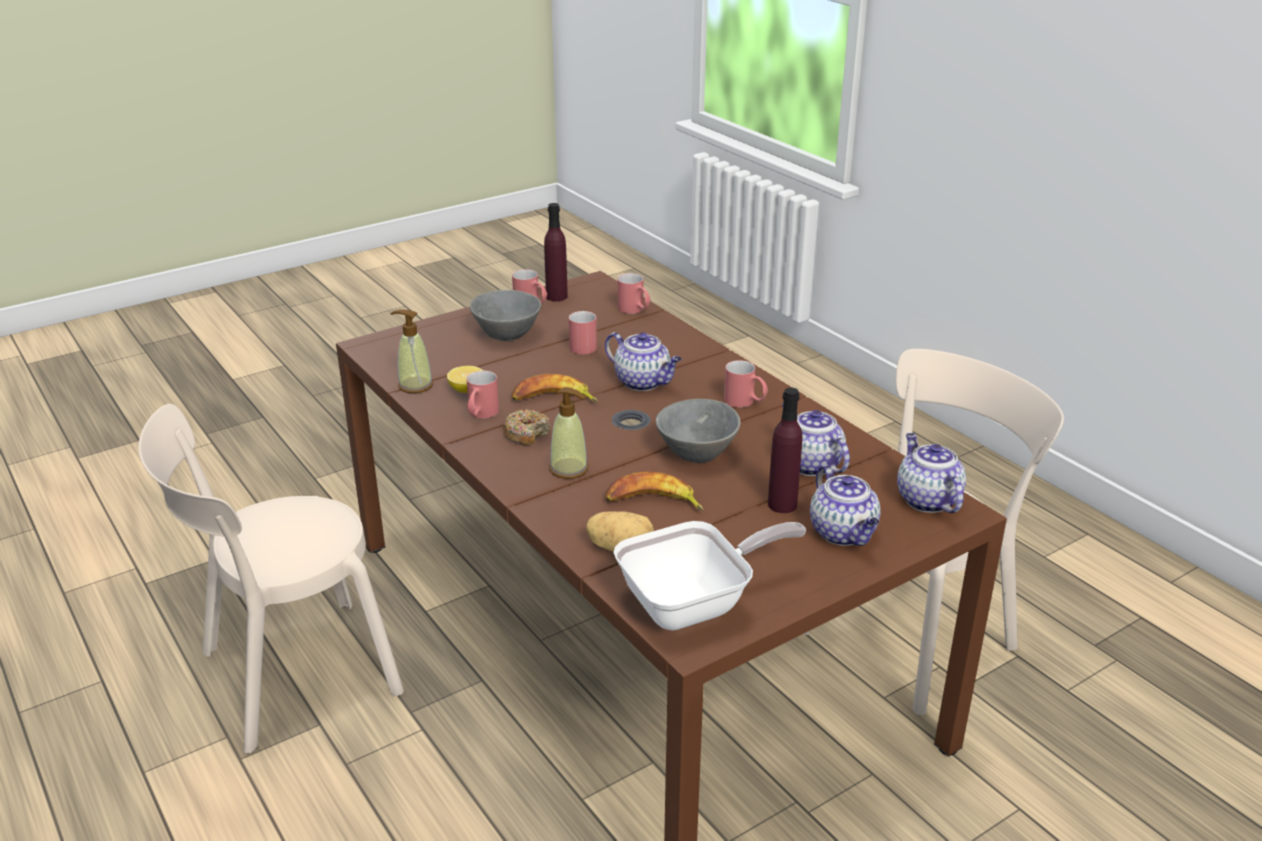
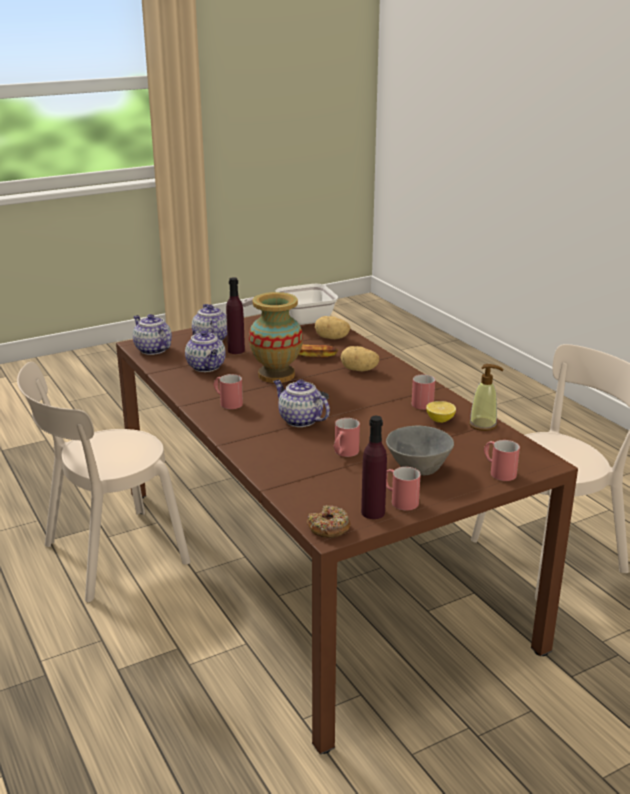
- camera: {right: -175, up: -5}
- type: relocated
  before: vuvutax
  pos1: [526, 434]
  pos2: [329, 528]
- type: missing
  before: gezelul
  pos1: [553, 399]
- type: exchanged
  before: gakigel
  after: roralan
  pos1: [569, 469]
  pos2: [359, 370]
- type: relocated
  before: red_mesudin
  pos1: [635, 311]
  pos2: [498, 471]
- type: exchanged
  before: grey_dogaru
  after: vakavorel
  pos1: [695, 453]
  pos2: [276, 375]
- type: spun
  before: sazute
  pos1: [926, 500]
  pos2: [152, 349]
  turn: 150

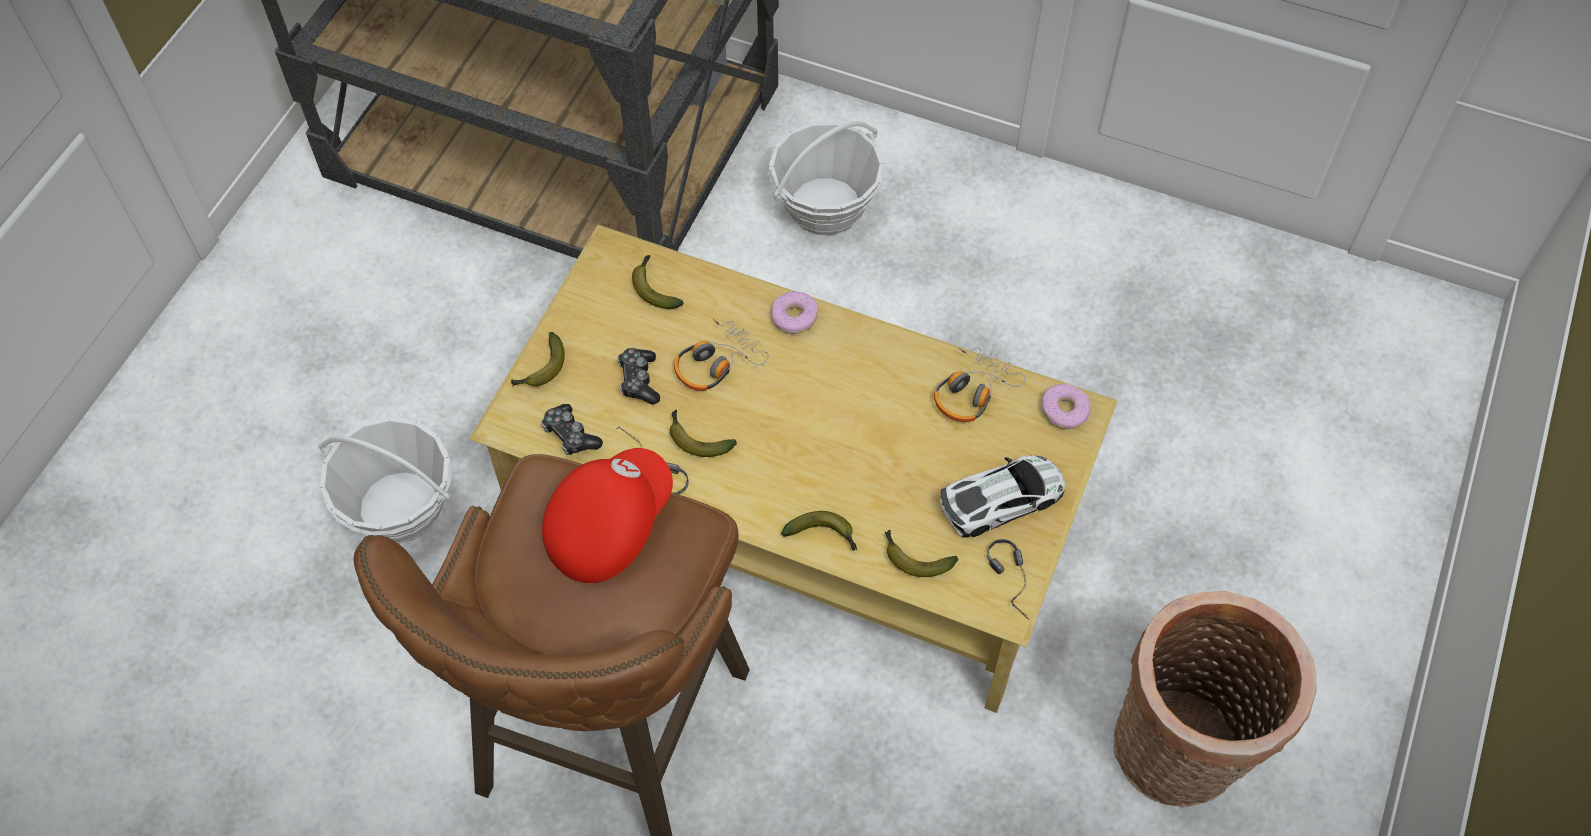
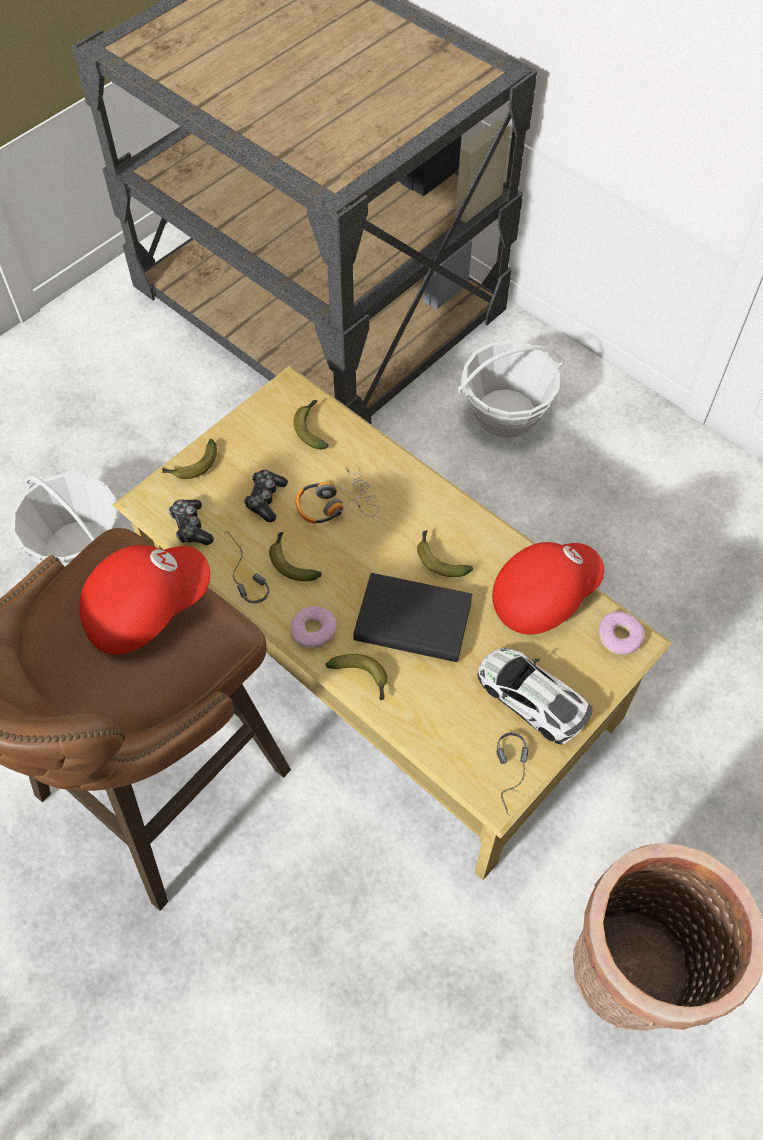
- camera: {right: 20, up: 0}
- type: relocated
  before: vuvutax
  pos1: [794, 317]
  pos2: [313, 631]
- type: relocated
  before: gezelul
  pos1: [914, 558]
  pos2: [439, 559]
- type: exchanged
  before: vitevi
  after: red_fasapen
  pos1: [972, 391]
  pos2: [543, 594]
- type: spun
  before: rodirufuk
  pos1: [1001, 499]
  pos2: [531, 697]
  turn: -135
- type: appeared
  after: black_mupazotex
  pos2: [413, 622]

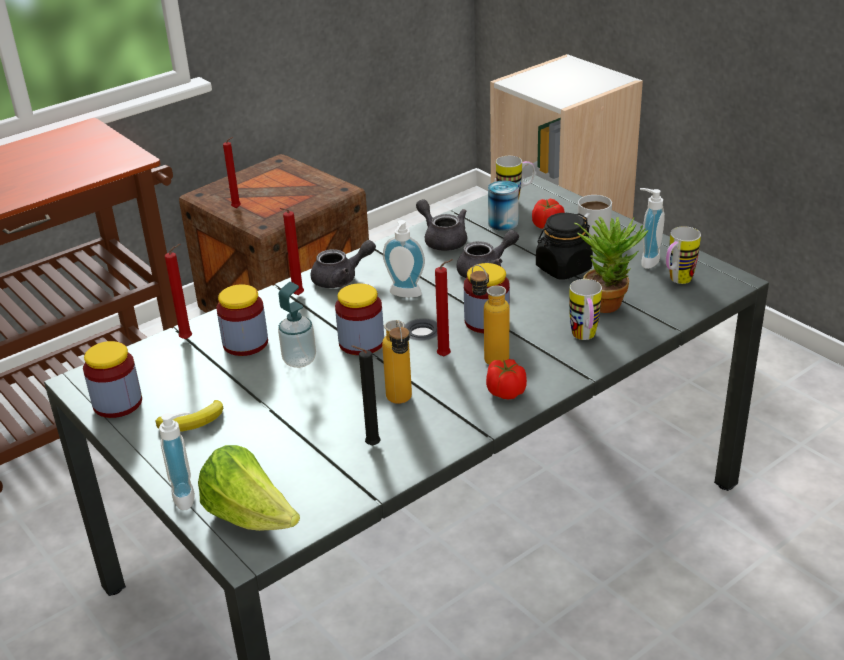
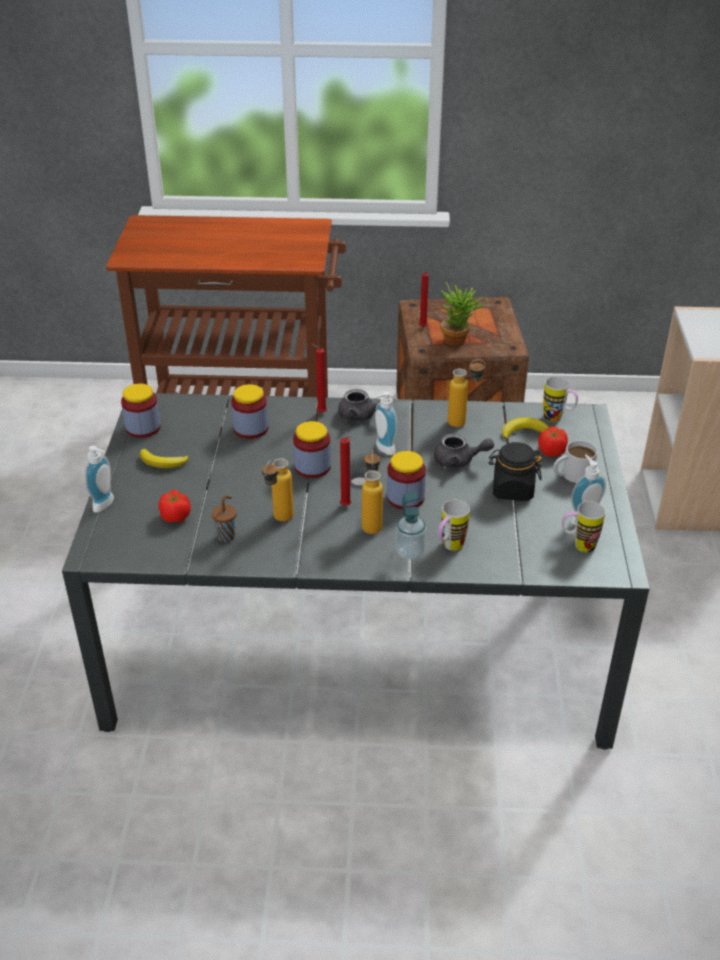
- camera: {right: 40, up: 5}
- type: missing
  before: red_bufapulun
  pos1: [188, 339]
- type: missing
  before: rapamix
  pos1: [250, 517]
- type: relocated
  before: gakigel
  pos1: [299, 360]
  pos2: [410, 552]
- type: exchanged
  before: black_bufapulun
  after: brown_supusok
  pos1: [370, 445]
  pos2: [227, 536]
- type: exchanged
  before: grey_sazute
  after: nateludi
  pos1: [442, 240]
  pos2: [464, 422]
- type: relocated
  before: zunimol
  pos1: [505, 392]
  pos2: [175, 516]
- type: exchanged
  before: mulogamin
  after: gezelul
  pos1: [503, 223]
  pos2: [523, 431]
- type: relocated
  before: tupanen
  pos1: [608, 301]
  pos2: [459, 340]

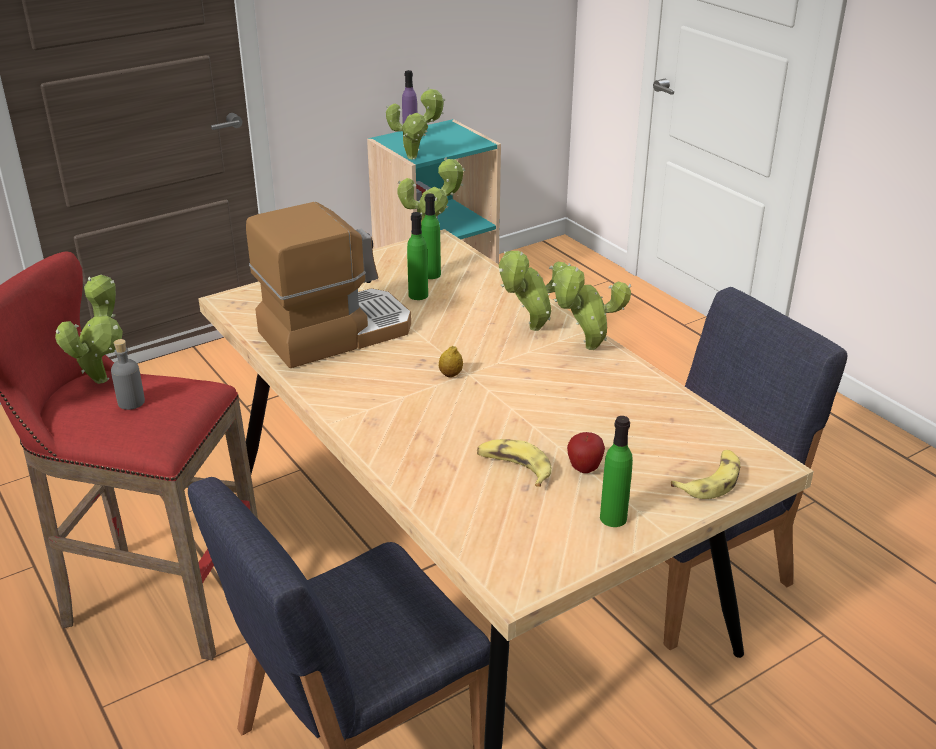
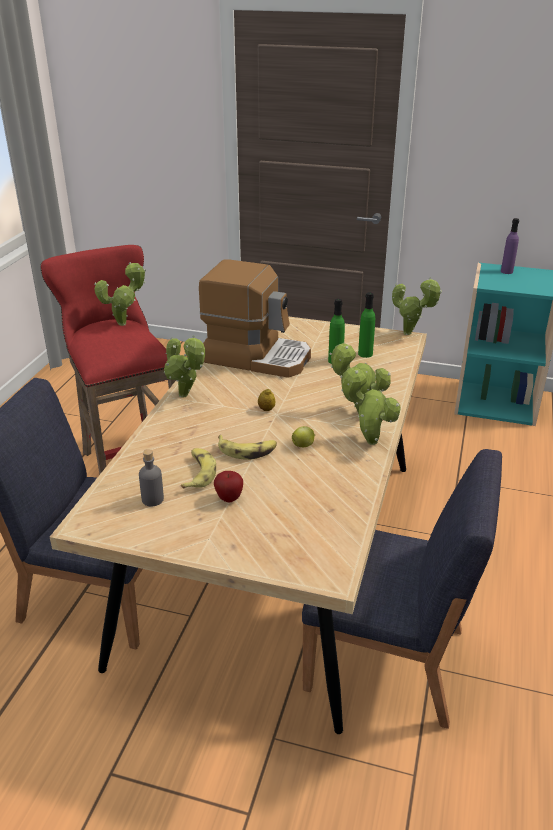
- camera: {right: 50, up: 0}
- type: relocated
  before: grey_nateludi
  pos1: [131, 402]
  pos2: [152, 499]
- type: relocated
  before: tupanen
  pos1: [415, 157]
  pos2: [185, 396]
- type: missing
  before: green_nateludi
  pos1: [613, 518]
- type: relocated
  before: gezelul
  pos1: [710, 481]
  pos2: [247, 450]
- type: appeared
  after: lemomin
  pos2: [303, 445]

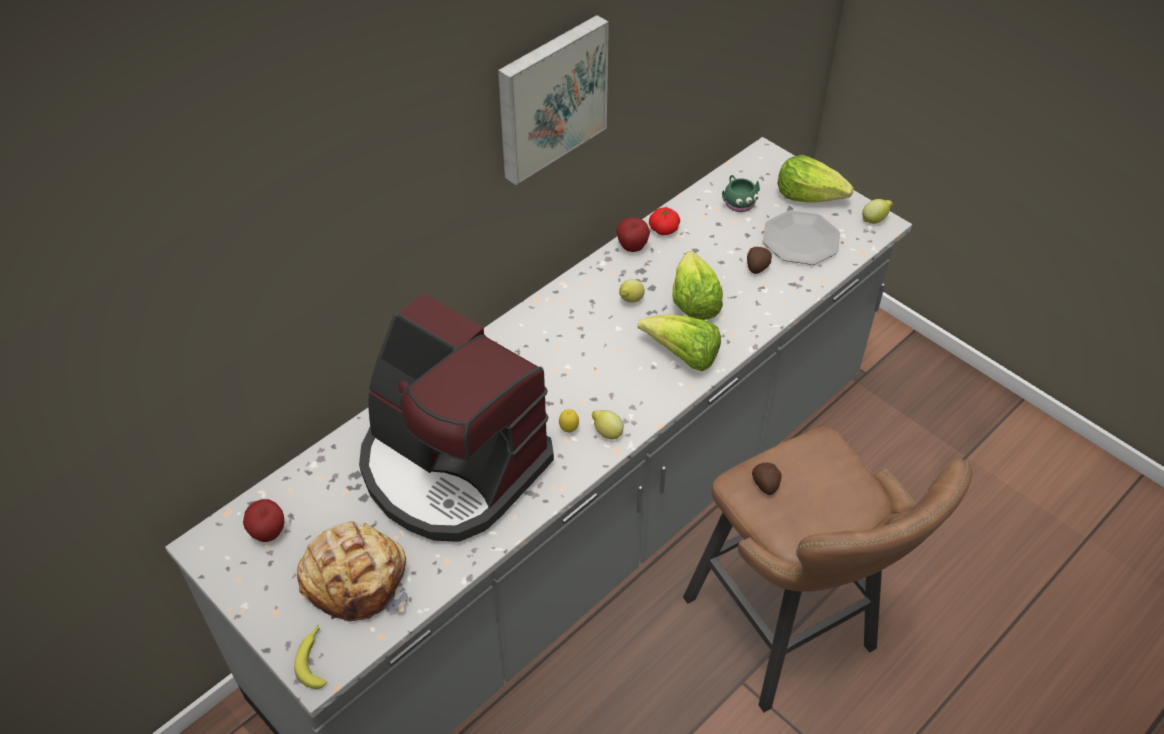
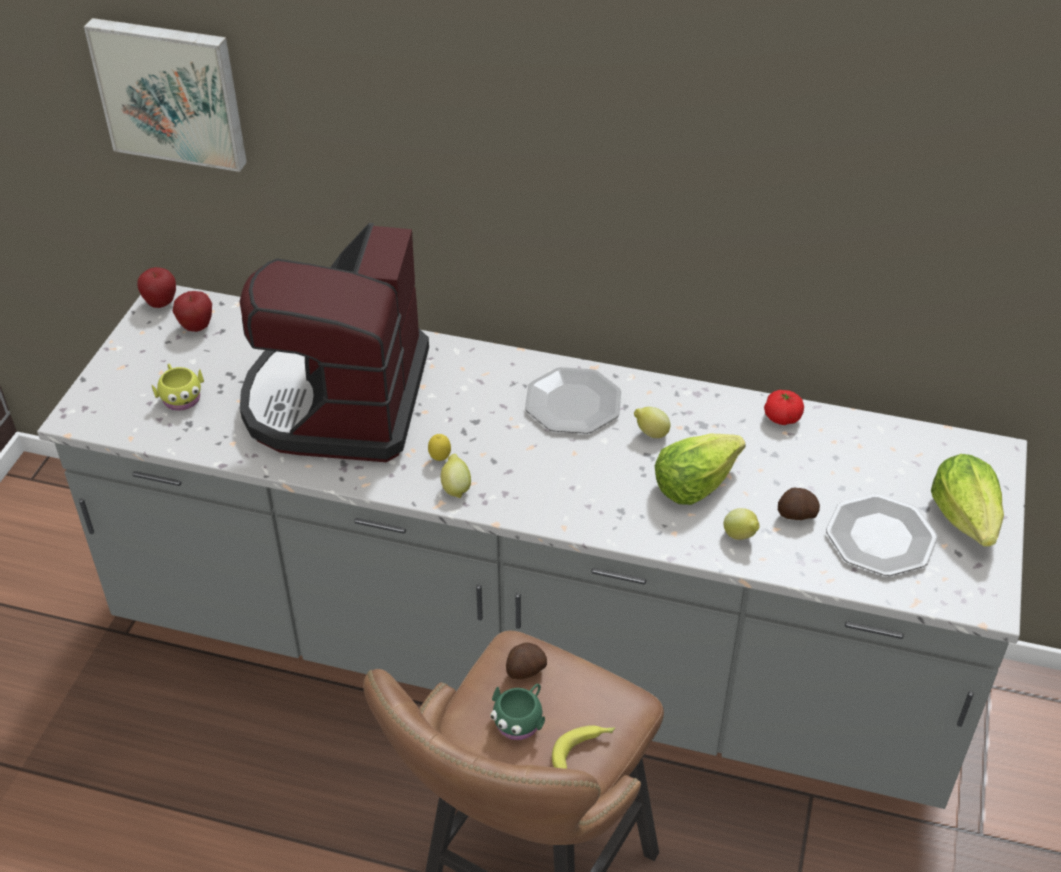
- camera: {right: 60, up: -5}
- type: relocated
  before: gezelul
  pos1: [315, 658]
  pos2: [583, 749]
- type: exchanged
  before: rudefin
  after: yellow_mesudin
  pos1: [356, 578]
  pos2: [180, 397]
- type: relocated
  before: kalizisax
  pos1: [550, 97]
  pos2: [171, 92]
- type: relocated
  before: lemomin
  pos1: [632, 247]
  pos2: [161, 303]
- type: missing
  before: rapamix
  pos1: [683, 356]
- type: relocated
  before: green_mesudin
  pos1: [738, 201]
  pos2: [520, 720]
- type: relocated
  before: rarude
  pos1: [874, 220]
  pos2: [740, 536]
- type: appeared
  after: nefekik
  pos2: [573, 403]

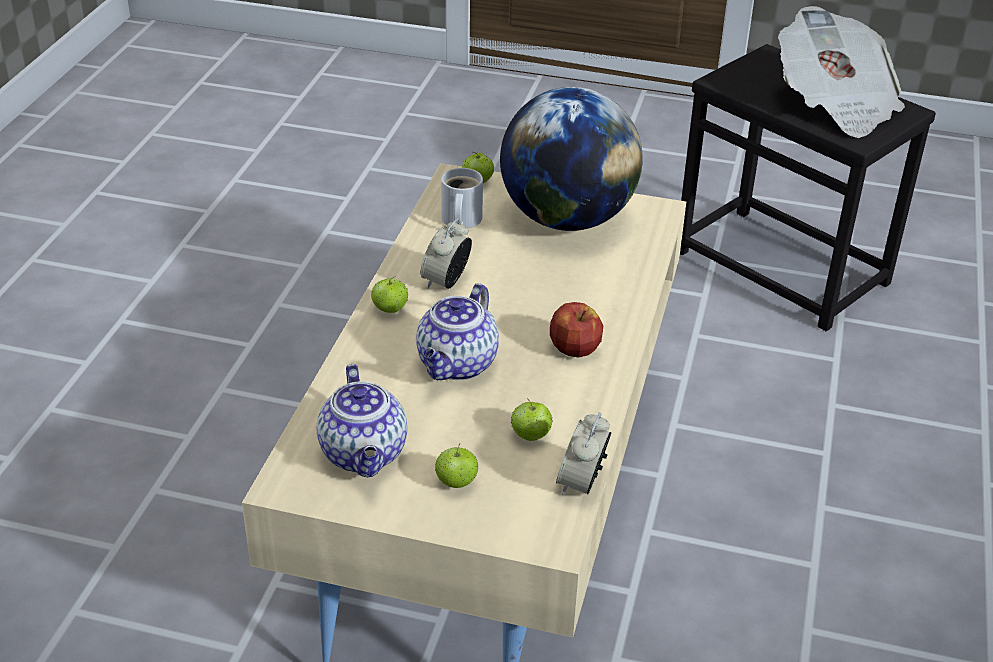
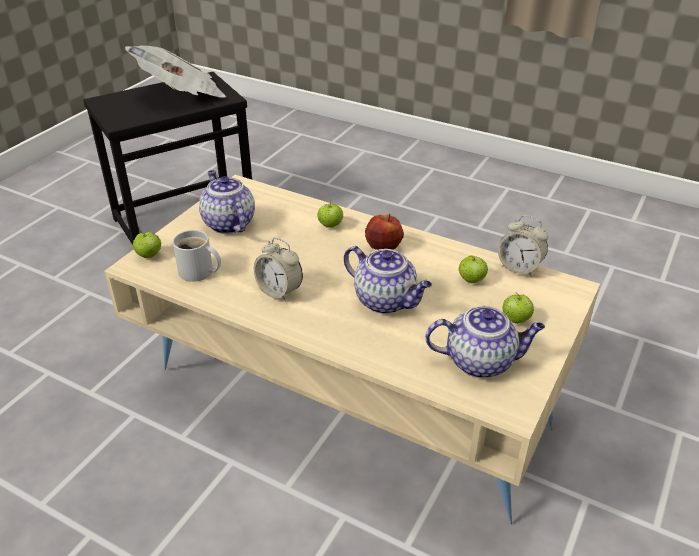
- camera: {right: -75, up: 0}
- type: relocated
  before: lemomin
  pos1: [390, 310]
  pos2: [330, 226]
- type: exchanged
  before: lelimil
  after: sazute
  pos1: [567, 219]
  pos2: [228, 223]

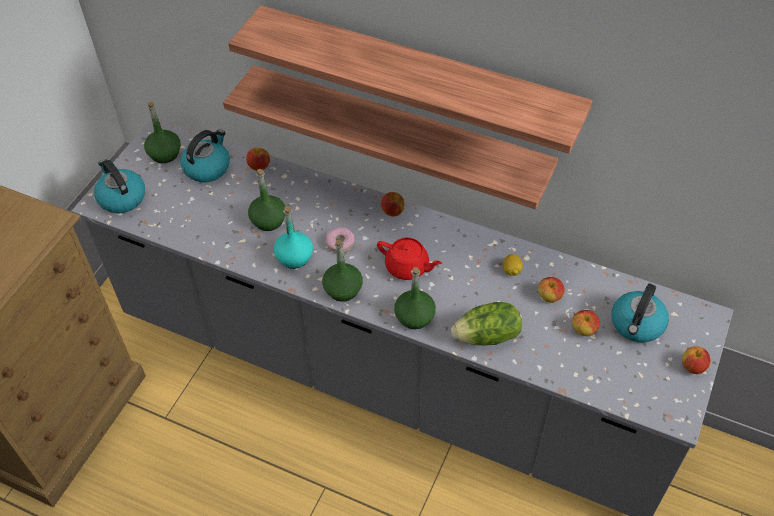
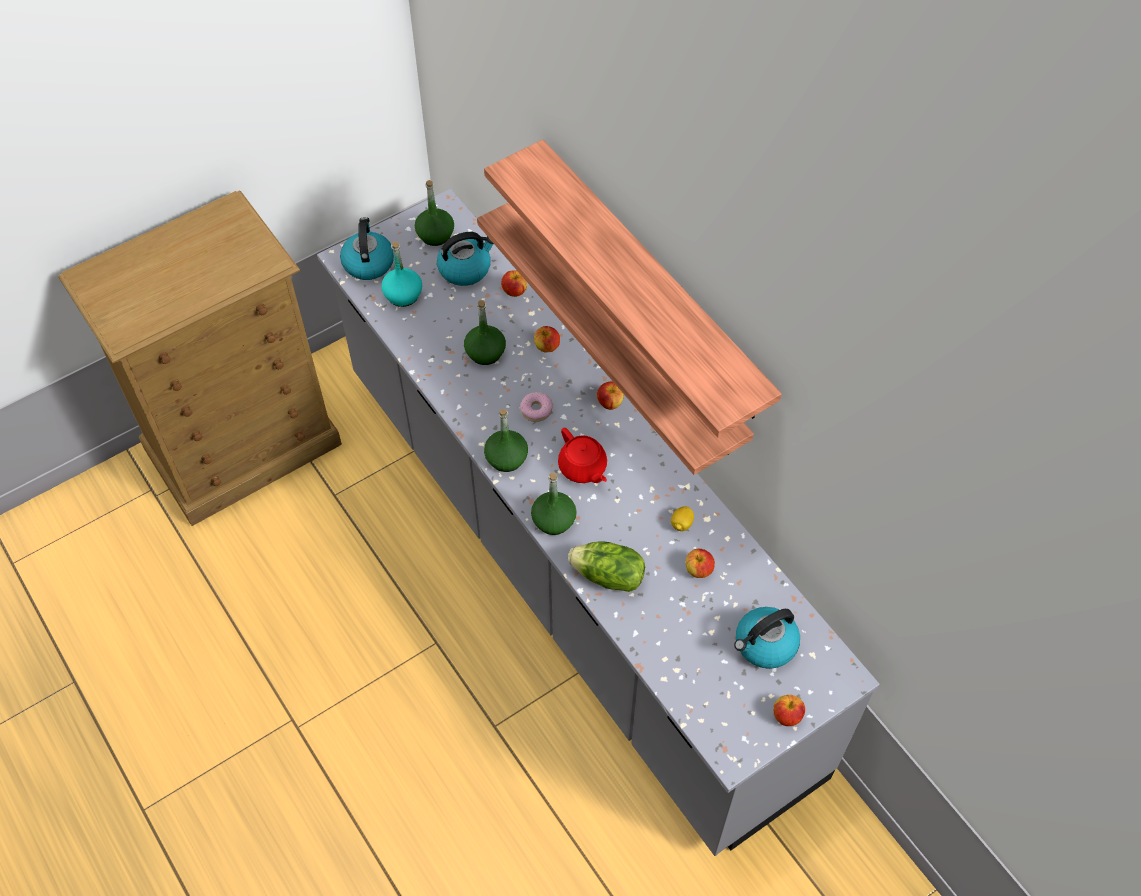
- camera: {right: 30, up: 5}
- type: relocated
  before: turquoise_nateludi
  pos1: [294, 257]
  pos2: [403, 295]
- type: relocated
  before: lemomin
  pos1: [583, 330]
  pos2: [547, 347]

